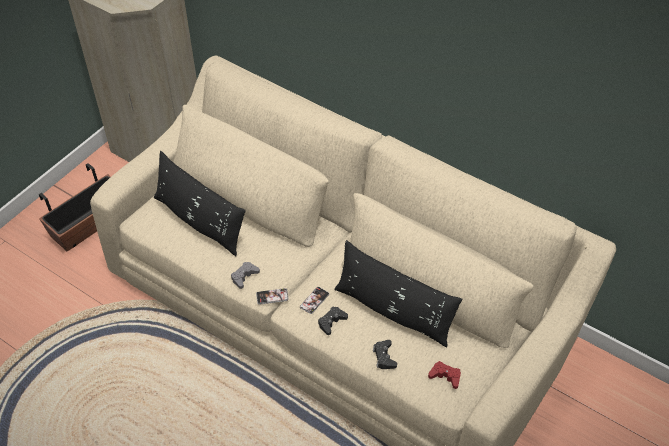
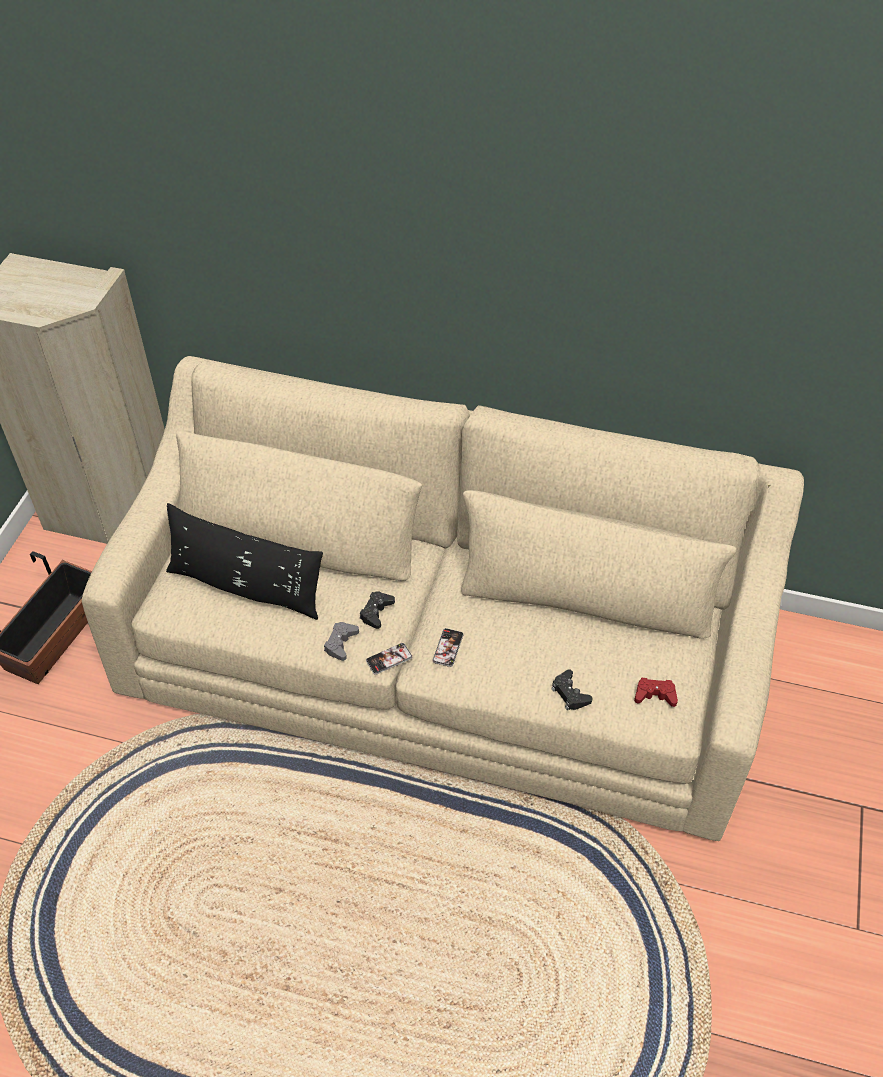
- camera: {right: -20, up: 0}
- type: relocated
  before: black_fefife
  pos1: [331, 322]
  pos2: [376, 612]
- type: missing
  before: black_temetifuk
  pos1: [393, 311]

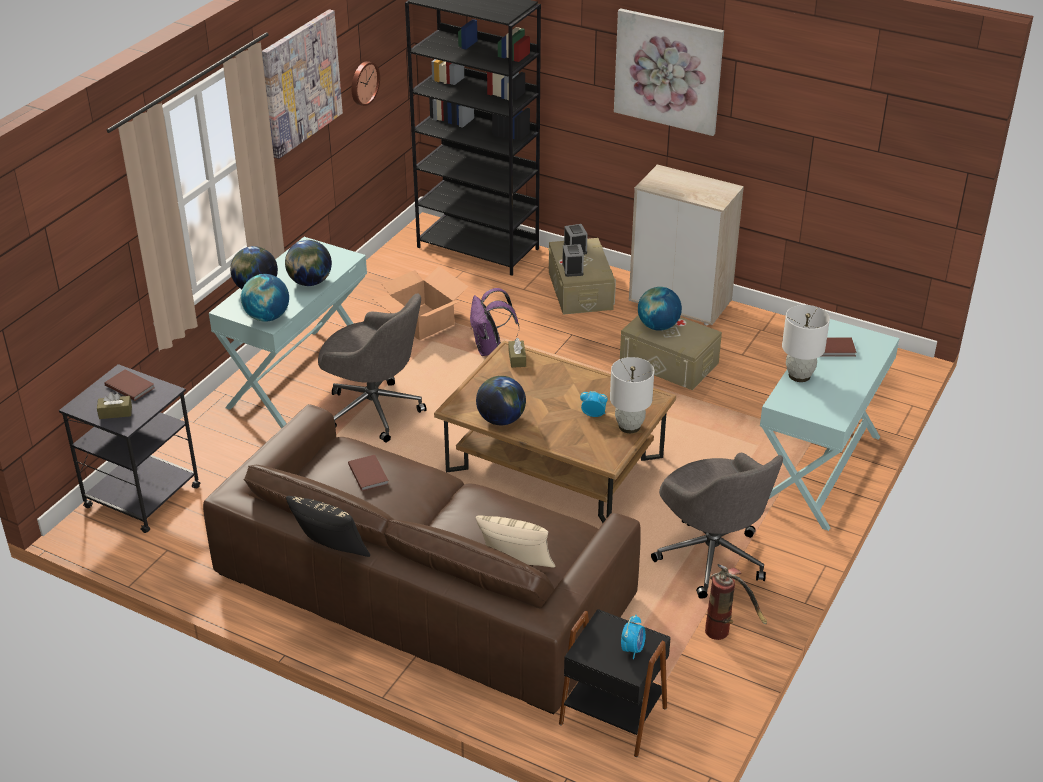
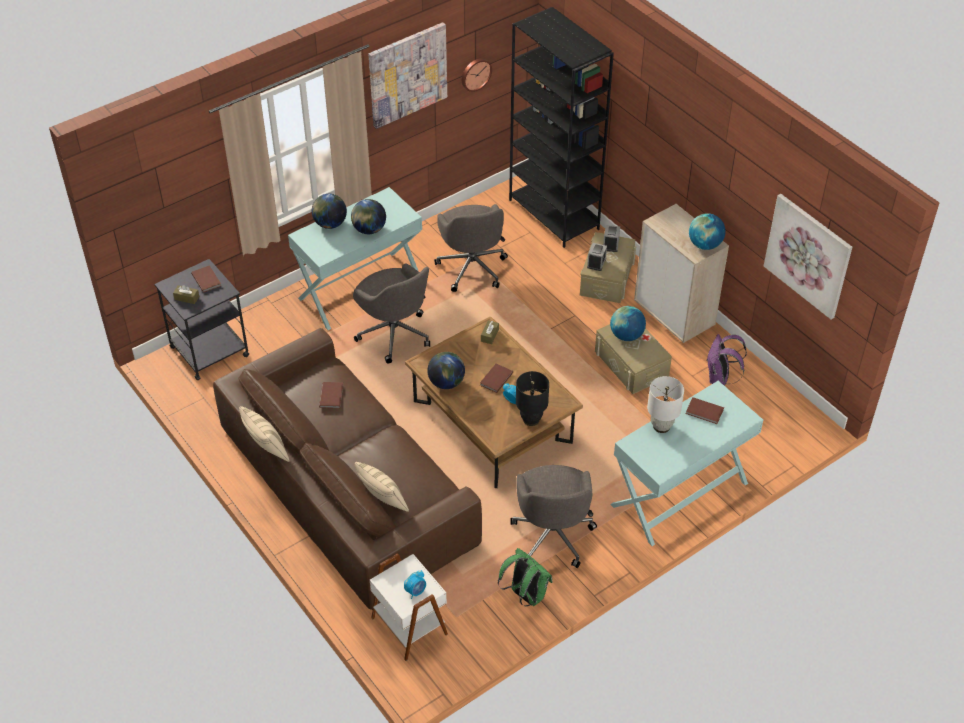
- camera: {right: 25, up: 10}
- type: relocated
  before: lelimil
  pos1: [267, 317]
  pos2: [705, 245]
- type: colour
  before: black_temetifuk
  after: beige_temetifuk
  pos1: [330, 554]
  pos2: [266, 450]
- type: exchanged
  before: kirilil
  after: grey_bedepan
  pos1: [421, 322]
  pos2: [472, 269]
- type: relocated
  before: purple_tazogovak
  pos1: [490, 349]
  pos2: [720, 378]
- type: colour
  before: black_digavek
  after: white_digavek
  pos1: [614, 714]
  pos2: [410, 625]
- type: colour
  before: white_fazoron
  after: black_fazoron
  pos1: [629, 426]
  pos2: [531, 419]
- type: relocated
  before: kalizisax
  pos1: [668, 71]
  pos2: [808, 255]
- type: exchanged
  before: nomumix
  after: green_tazogovak
  pos1: [727, 630]
  pos2: [525, 595]
- type: appeared
  after: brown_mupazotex
  pos2: [495, 379]

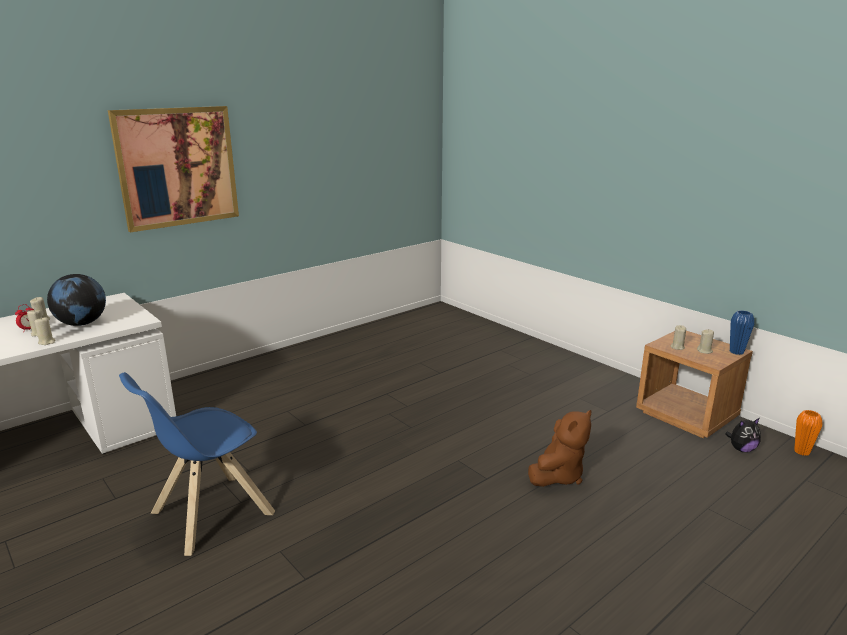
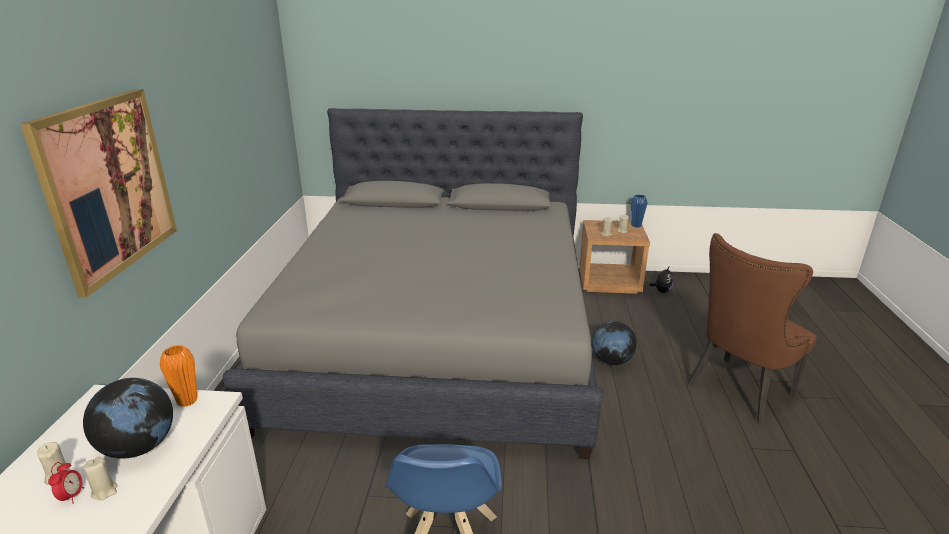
- camera: {right: -45, up: 5}
- type: missing
  before: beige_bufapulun
  pos1: [47, 342]
- type: exchanged
  before: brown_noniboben
  after: lelimil
  pos1: [558, 475]
  pos2: [611, 360]
- type: relocated
  before: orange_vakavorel
  pos1: [801, 452]
  pos2: [187, 401]
- type: appeared
  after: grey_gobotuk
  pos2: [439, 336]
- type: appeared
  after: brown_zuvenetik
  pos2: [739, 391]

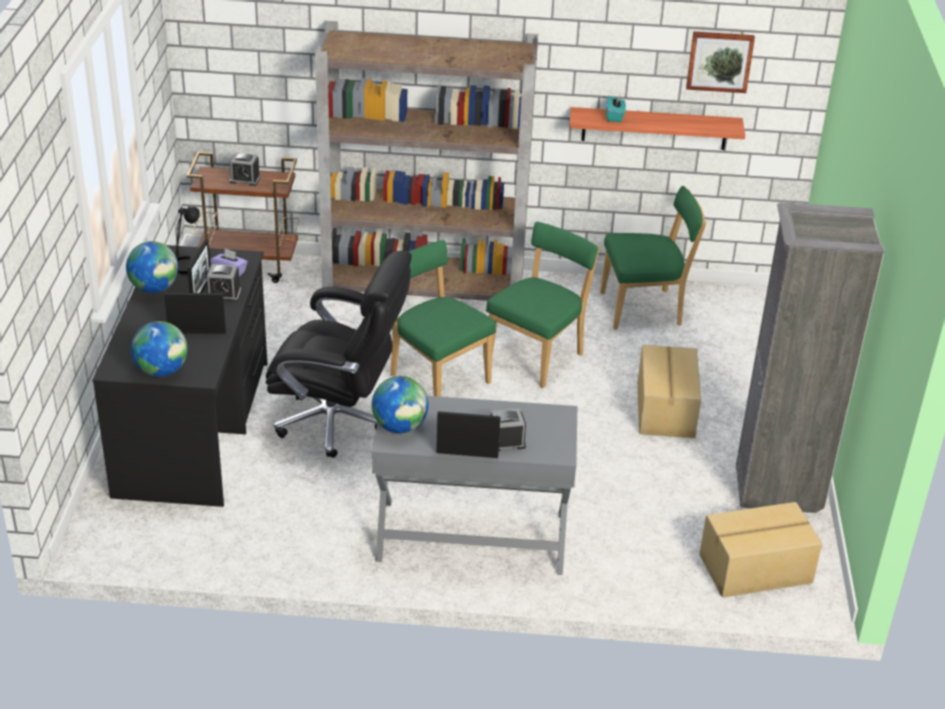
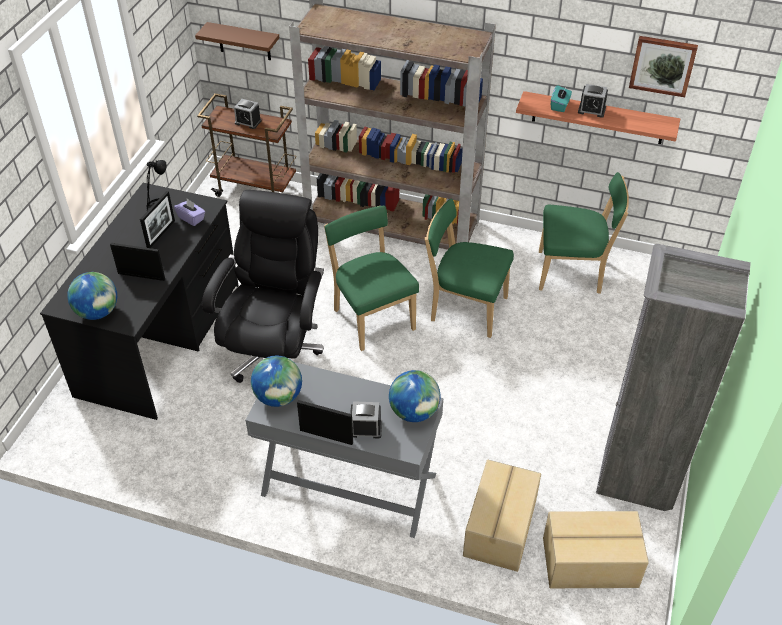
- camera: {right: 15, up: 10}
- type: relocated
  before: lelimil
  pos1: [154, 288]
  pos2: [414, 412]
- type: relocated
  before: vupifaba
  pos1: [224, 294]
  pos2: [591, 110]
- type: spun
  before: black_bedepan
  pos1: [338, 424]
  pos2: [275, 352]
  turn: -105
- type: spun
  before: green_zuvenetik
  pos1: [538, 356]
  pos2: [465, 308]
  turn: -120
- type: relocated
  before: kirilil
  pos1: [664, 409]
  pos2: [499, 527]
- type: appeared
  after: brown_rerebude
  pos2: [244, 41]

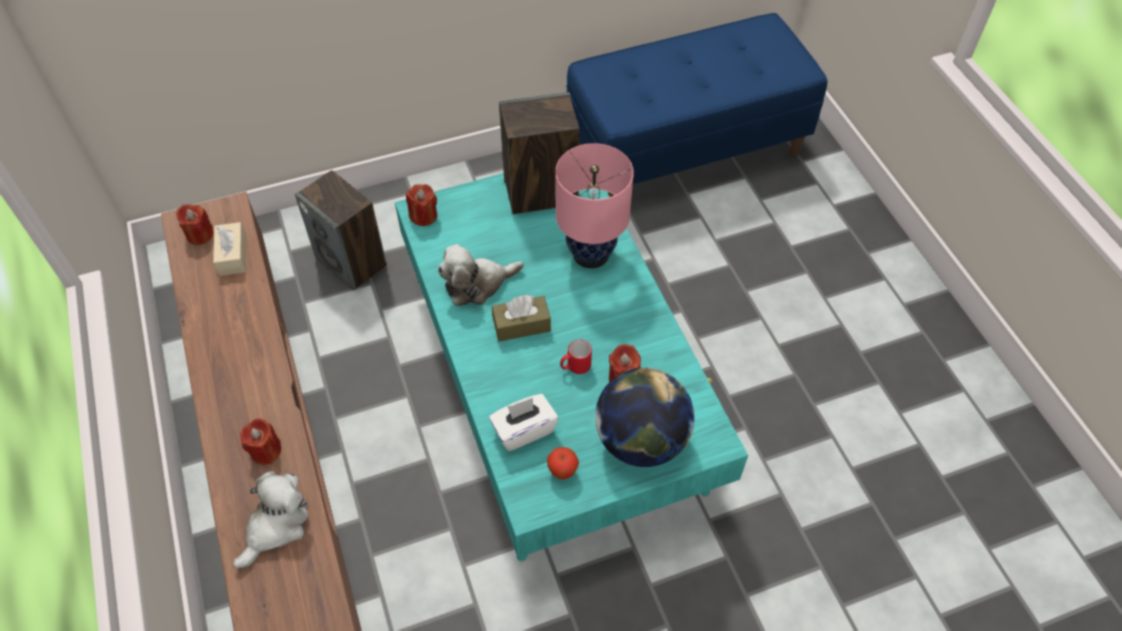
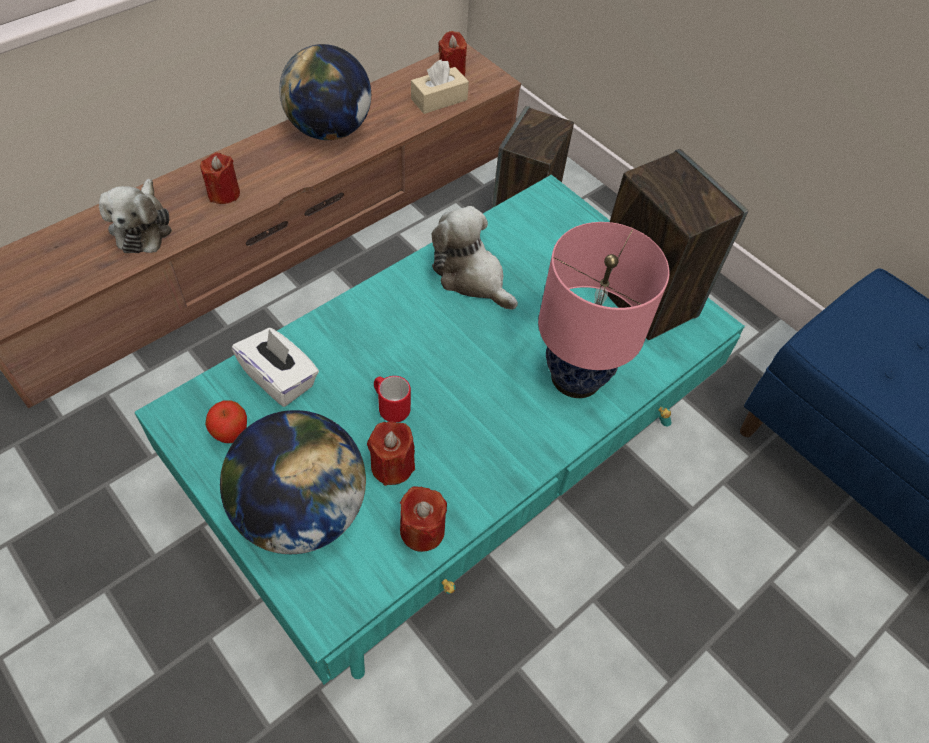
- camera: {right: 65, up: 0}
- type: spun
  before: noniboben
  pos1: [276, 526]
  pos2: [142, 227]
  turn: 75
- type: relocated
  before: red_bufapulun
  pos1: [423, 216]
  pos2: [422, 530]
- type: missing
  before: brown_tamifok
  pos1: [521, 325]
- type: appeared
  after: lelimil
  pos2: [329, 130]

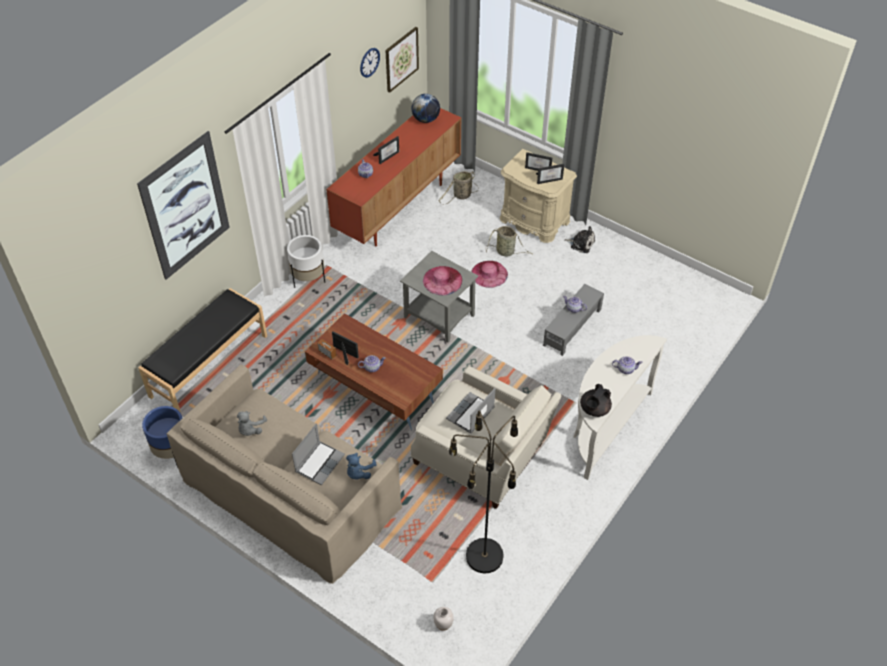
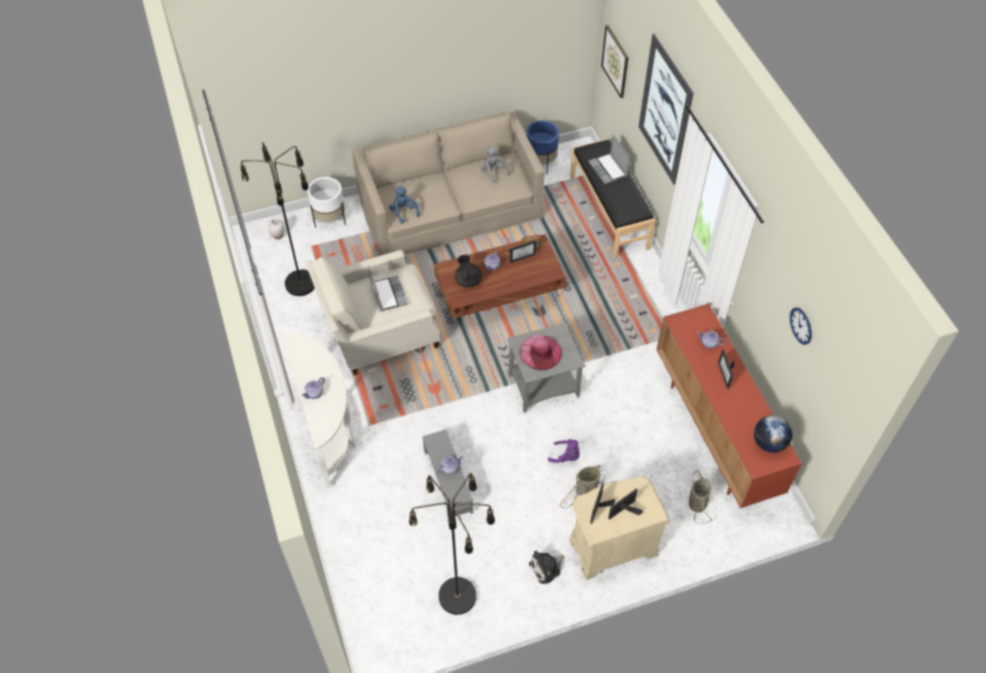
- camera: {right: 125, up: 5}
- type: relocated
  before: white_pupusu
  pos1: [308, 279]
  pos2: [330, 219]
- type: relocated
  before: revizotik
  pos1: [319, 463]
  pos2: [608, 169]
- type: relocated
  before: kalizisax
  pos1: [401, 59]
  pos2: [615, 61]
- type: exchanged
  before: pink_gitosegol
  after: purple_noniboben
  pos1: [489, 274]
  pos2: [566, 456]
- type: relocated
  before: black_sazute
  pos1: [594, 409]
  pos2: [468, 280]
- type: appeared
  after: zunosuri
  pos2: [458, 595]

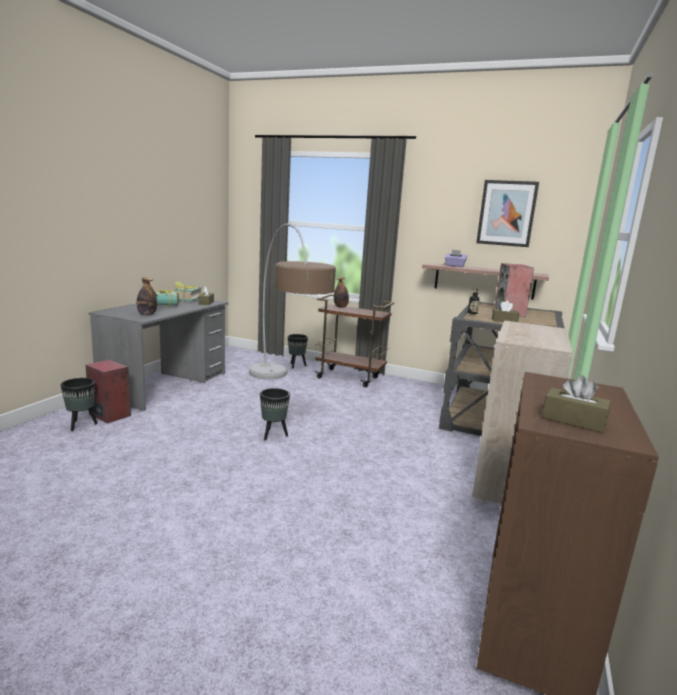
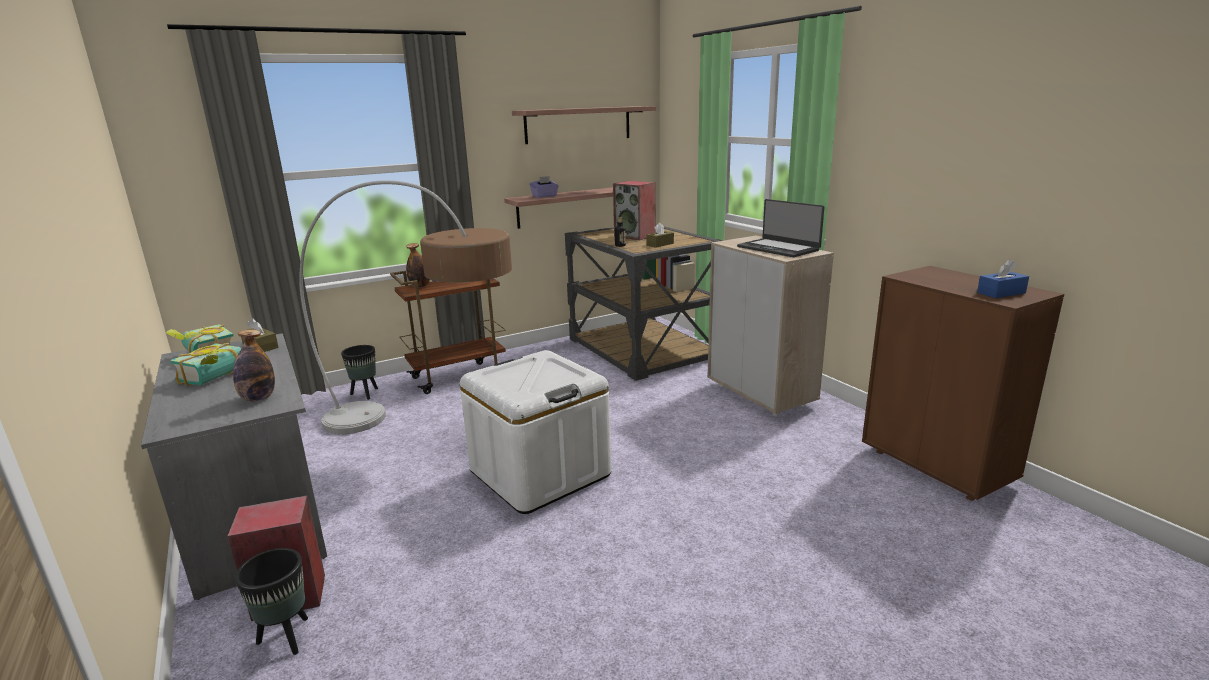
- camera: {right: -50, up: 5}
- type: exchanged
  before: black_pupusu
  after: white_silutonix
  pos1: [273, 435]
  pos2: [540, 473]
- type: exchanged
  before: kalizisax
  after: rerebude
  pos1: [506, 213]
  pos2: [578, 124]
- type: colour
  before: brown_tamifok
  after: blue_tamifok
  pos1: [573, 420]
  pos2: [1001, 293]
- type: appeared
  after: revizotik
  pos2: [778, 248]

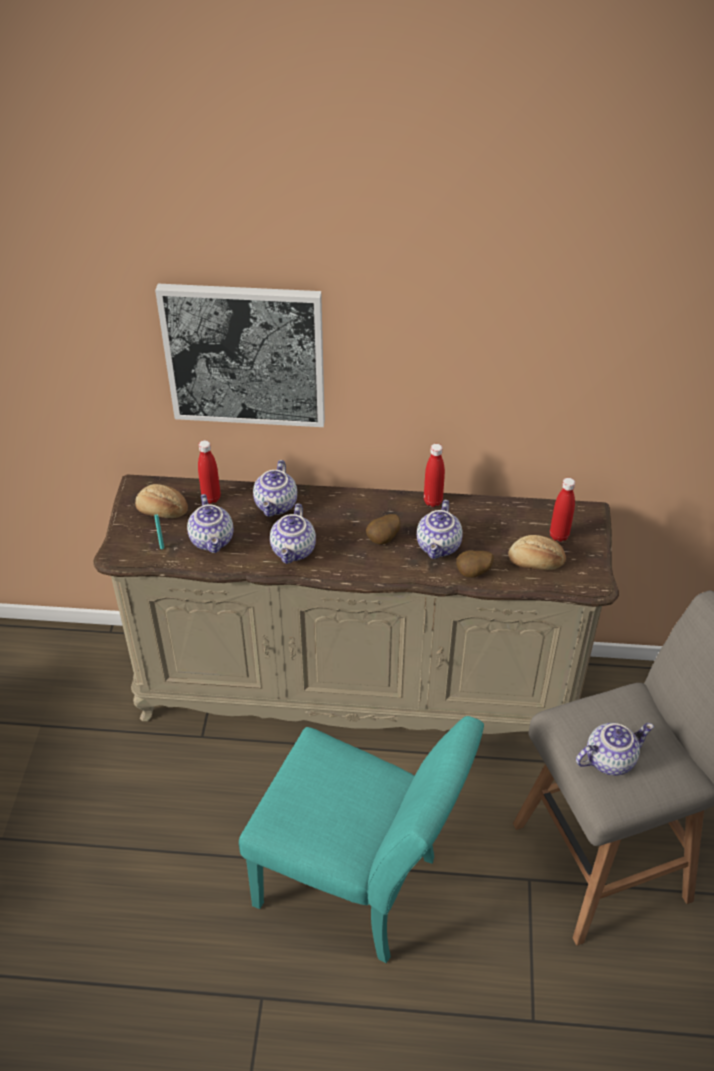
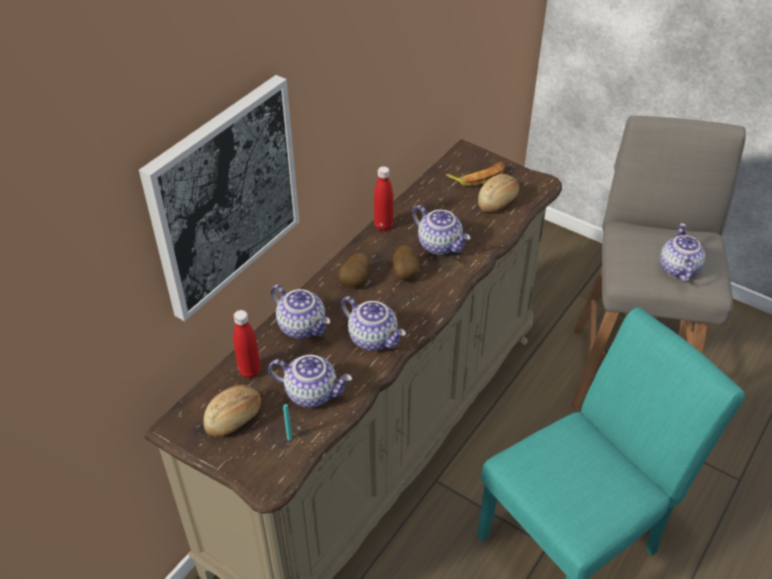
- camera: {right: -60, up: 0}
- type: relocated
  before: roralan
  pos1: [473, 574]
  pos2: [355, 281]
- type: exchanged
  before: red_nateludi
  after: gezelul
  pos1: [559, 536]
  pos2: [478, 177]

